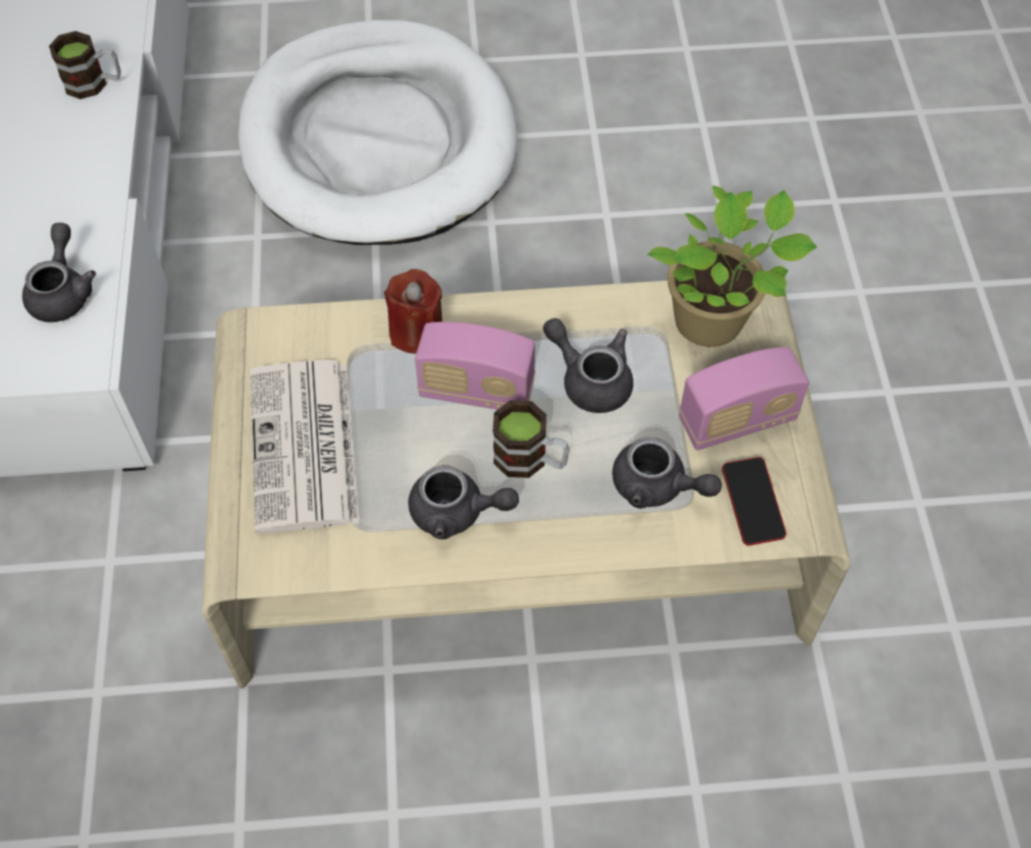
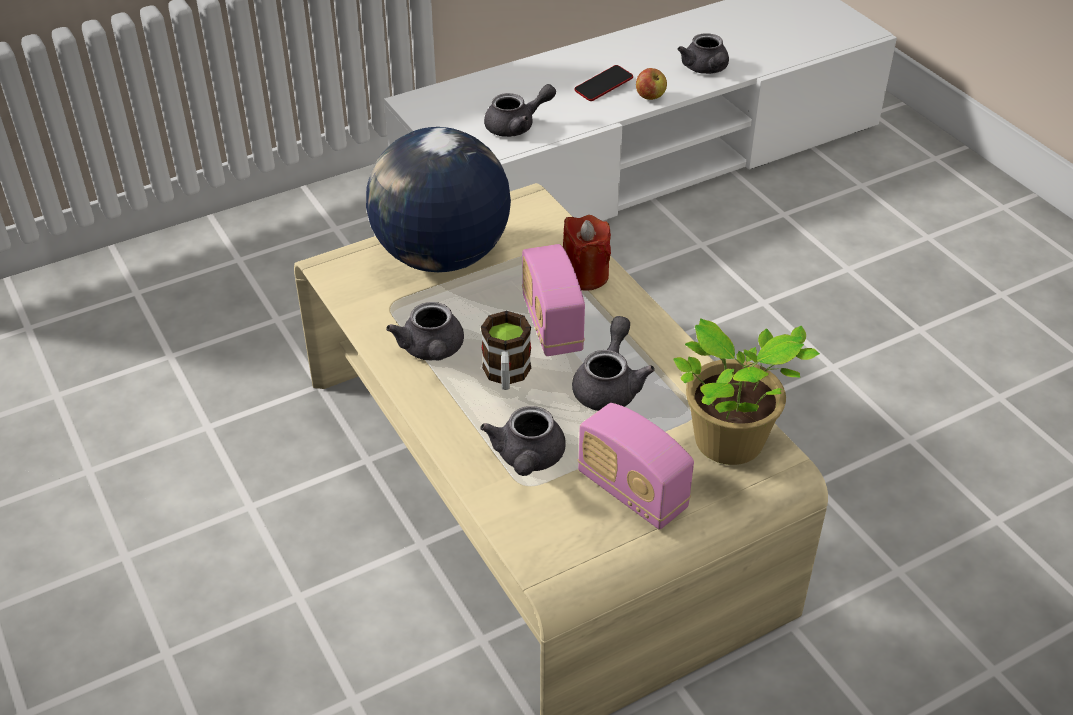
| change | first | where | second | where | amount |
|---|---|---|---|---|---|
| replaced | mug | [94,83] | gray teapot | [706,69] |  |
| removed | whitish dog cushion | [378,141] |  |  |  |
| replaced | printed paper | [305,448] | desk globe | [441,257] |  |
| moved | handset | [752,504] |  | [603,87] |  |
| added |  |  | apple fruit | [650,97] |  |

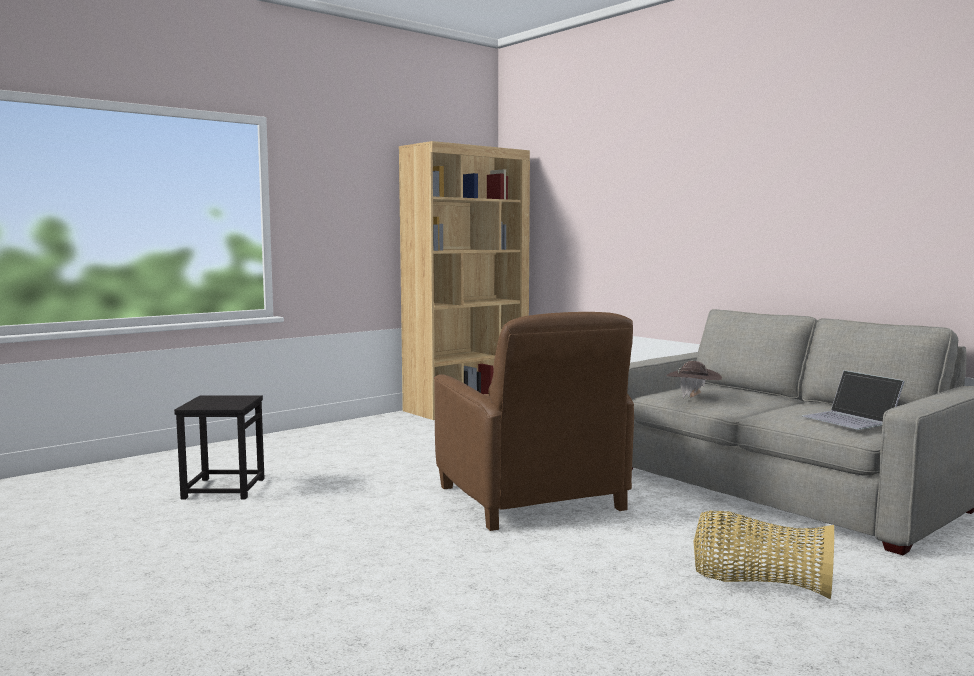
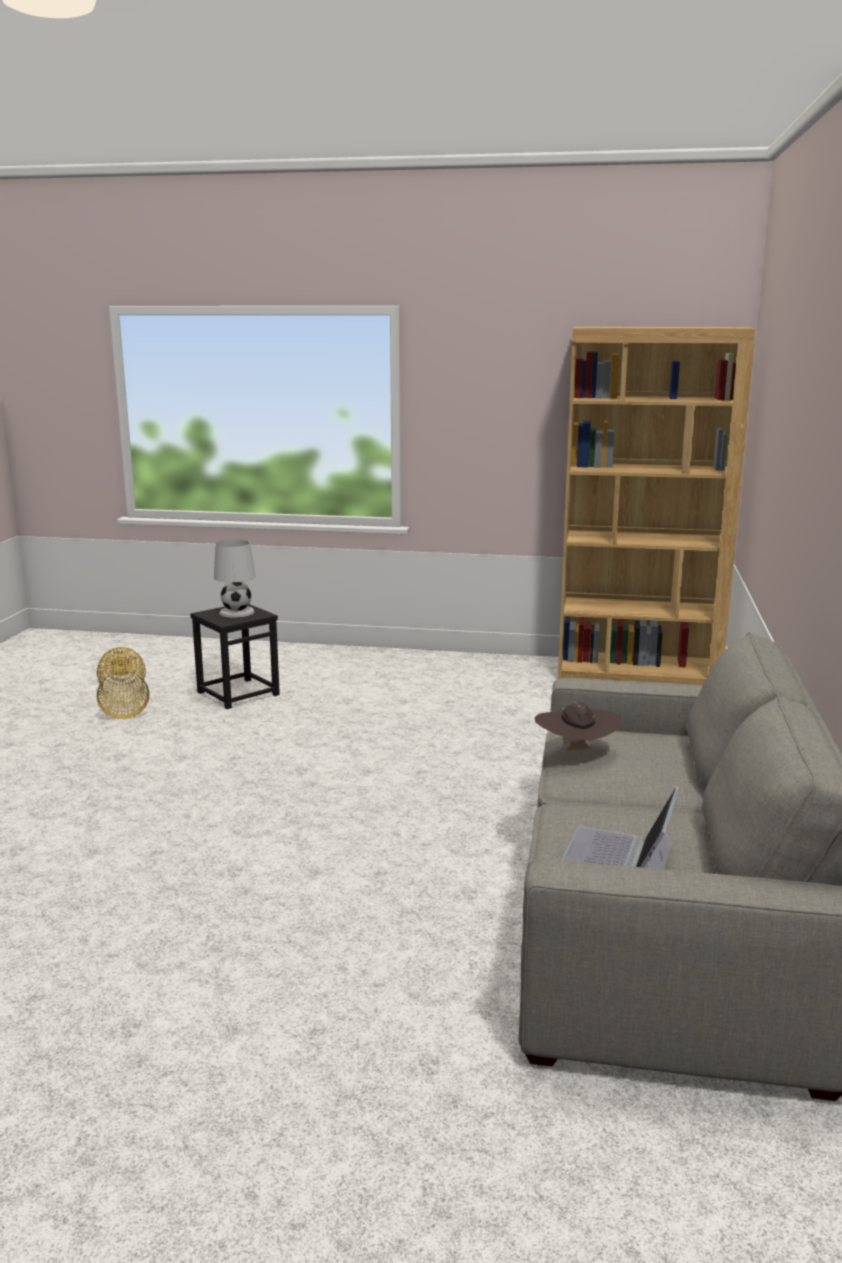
| change | first | where | second | where | amount |
|---|---|---|---|---|---|
| removed | brownish lounge chair | [531,499] |  |  |  |
| moved | basket | [759,584] |  | [124,702] |  |
| added |  |  | whitish table lamp | [236,612] |  |

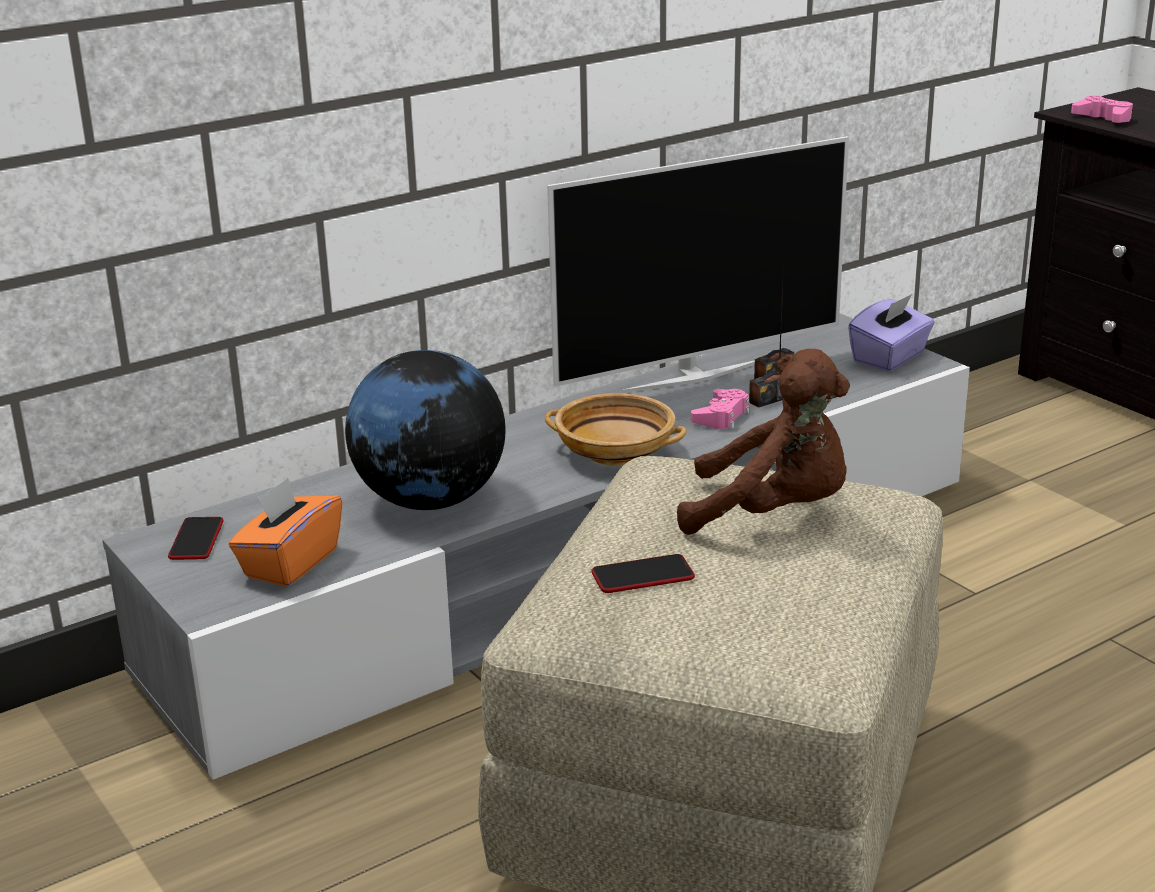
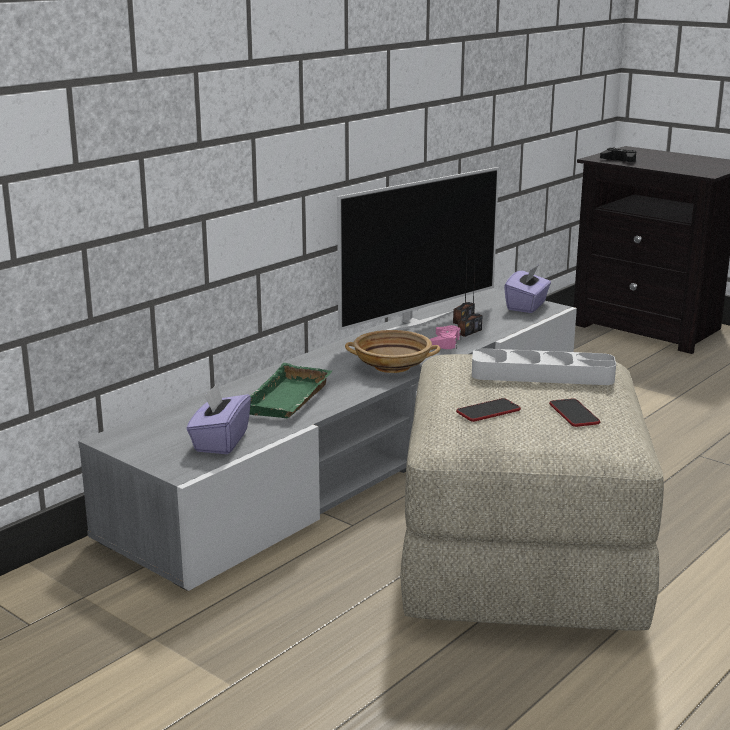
| change | first | where | second | where | amount |
|---|---|---|---|---|---|
| moved | handset | [196,540] |  | [574,414] |  |
| recoloured | orangey tissue box | [290,563] | purplish tissue box | [220,441] |  |
| replaced | desk globe | [430,500] | greenish tray | [290,400] |  |
| replaced | brownish cuddly toy | [773,514] | gray tray | [542,375] |  |
| recoloured | pink-coloured game controller | [1103,118] | blackish game controller | [619,160] |  |

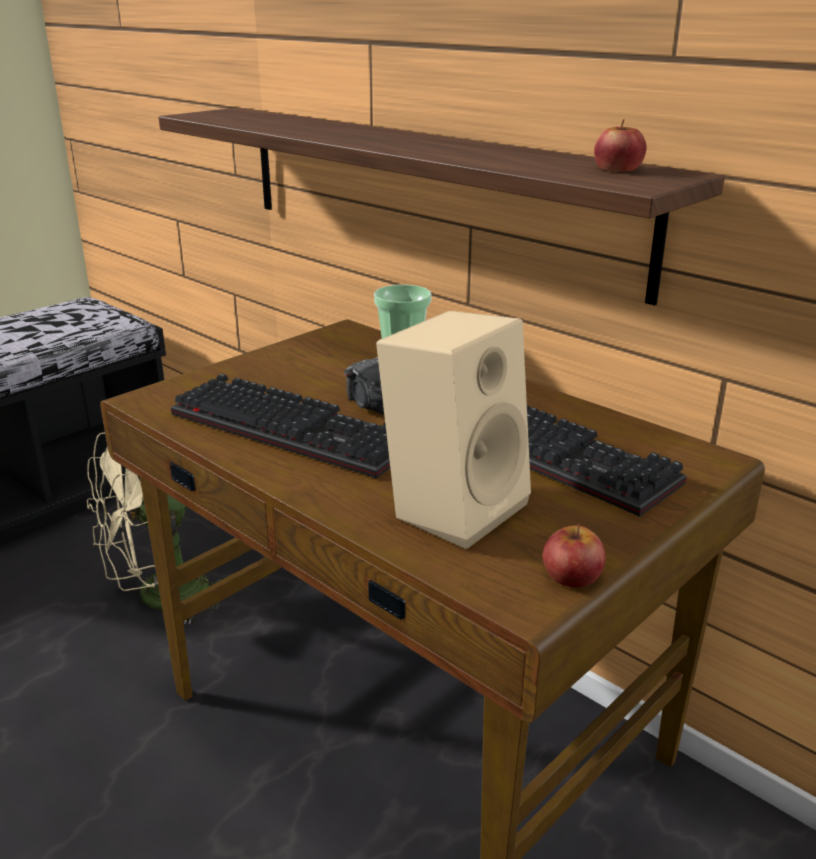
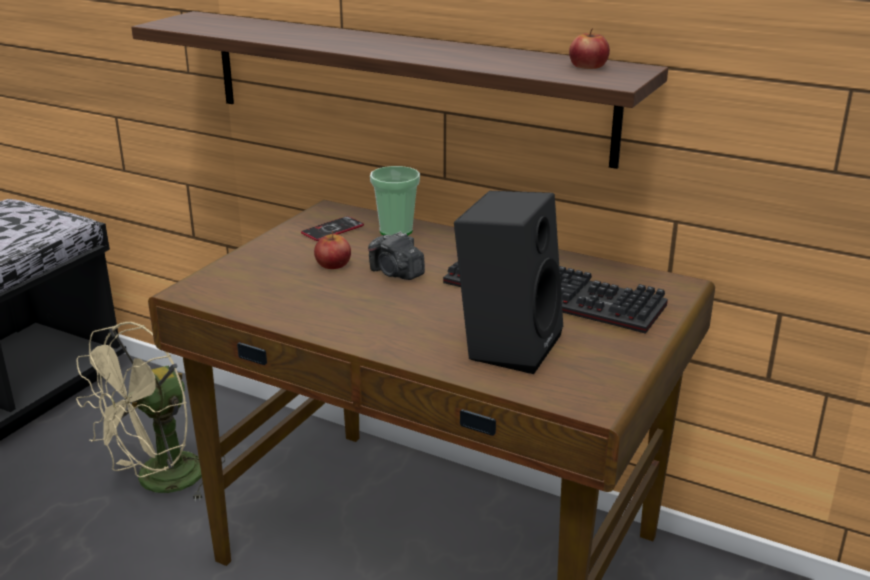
| change | first | where | second | where | amount |
|---|---|---|---|---|---|
| removed | computer keyboard | [298,429] |  |  |  |
| recoloured | beige speaker | [454,506] | blackish speaker | [507,344] |  |
| moved | apple fruit | [572,575] |  | [333,264] |  |
| added |  |  | handset | [332,230] |  |

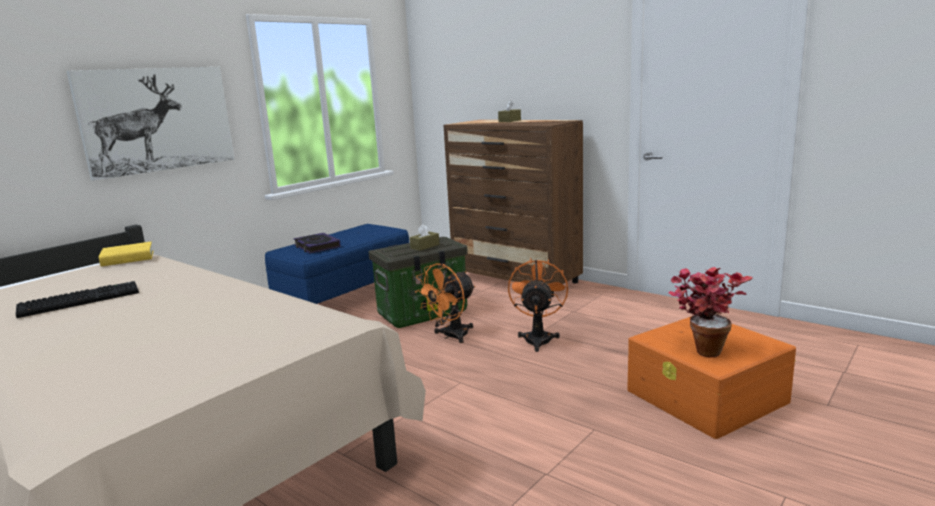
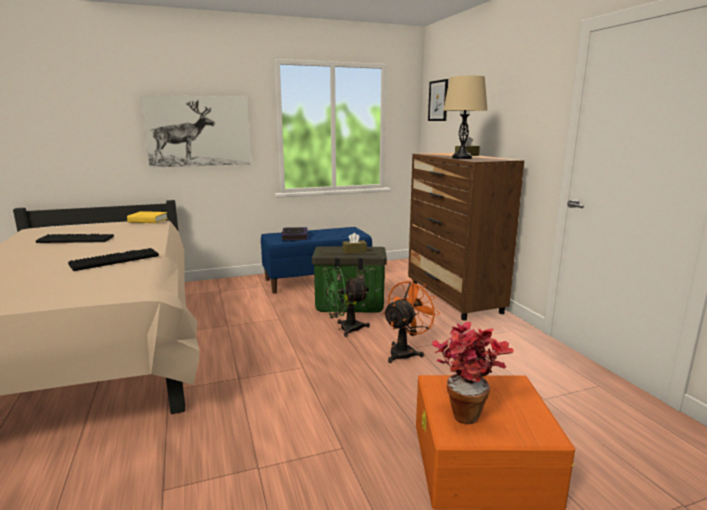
| change | first | where | second | where | amount |
|---|---|---|---|---|---|
| recoloured | orangey cooling fan | [450,336] | greenish cooling fan | [344,329] |  |
| added |  |  | computer keyboard | [115,260] |  |
| added |  |  | wall art | [438,100] |  |
| added |  |  | beige table lamp | [462,158] |  |

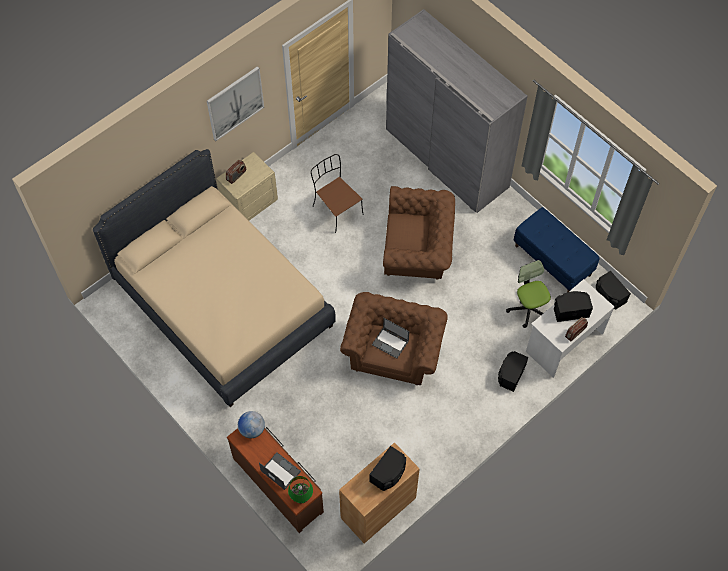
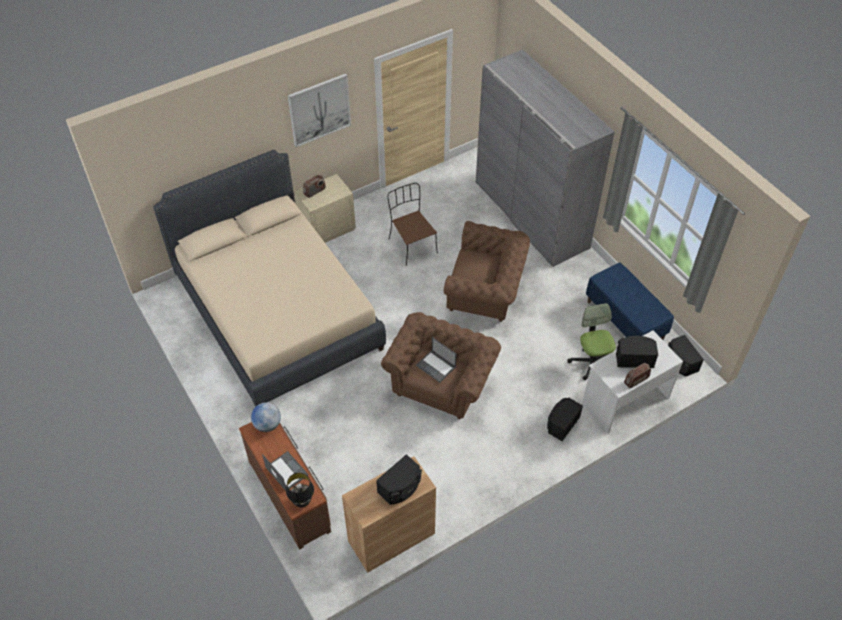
| change | first | where | second | where | amount |
|---|---|---|---|---|---|
| recoloured | greenish table lamp | [301,497] | blackish table lamp | [302,502] |  |

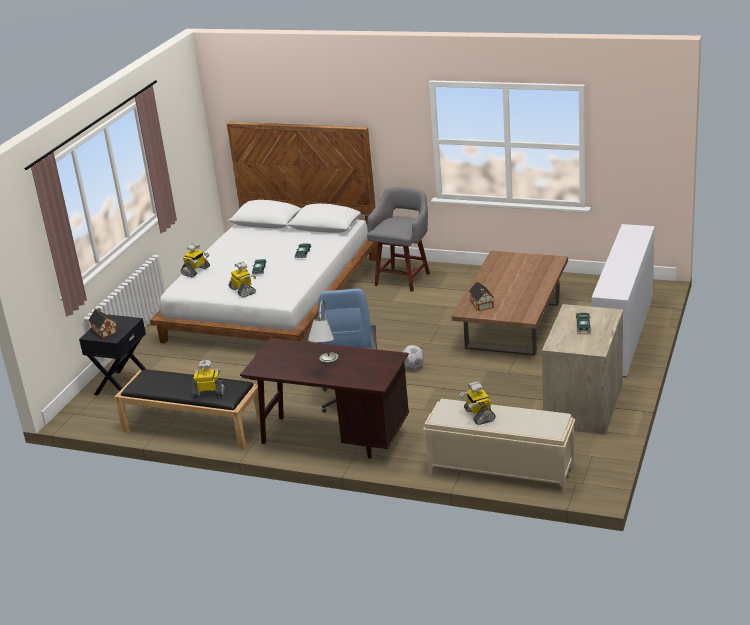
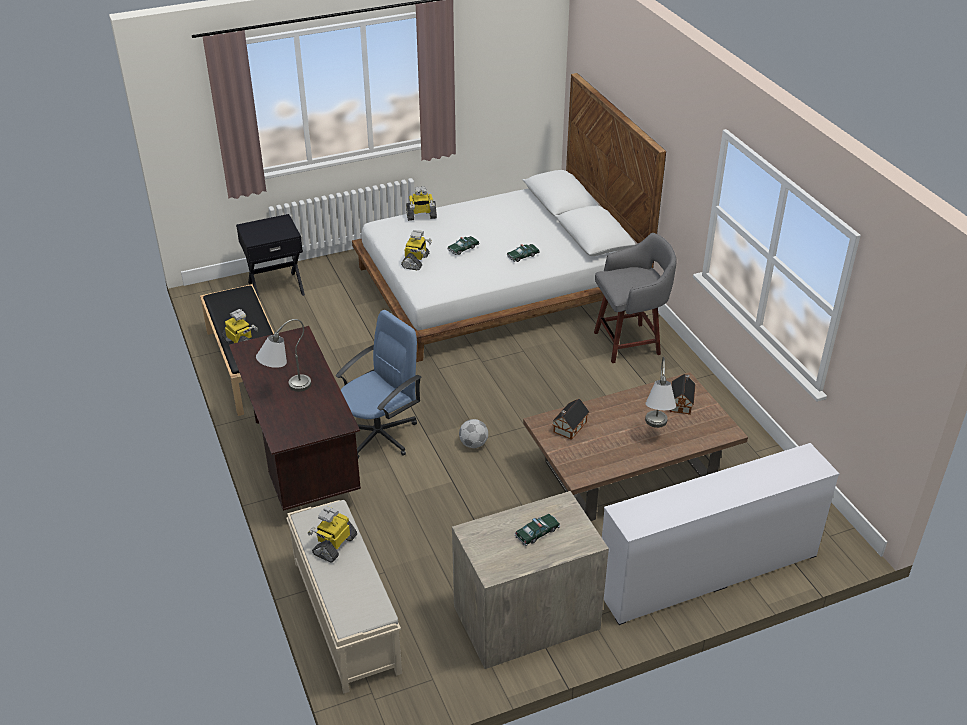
| change | first | where | second | where | amount |
|---|---|---|---|---|---|
| moved | toy house | [104,330] |  | [681,402] |  |
| added |  |  | gray table lamp | [656,430] |  |

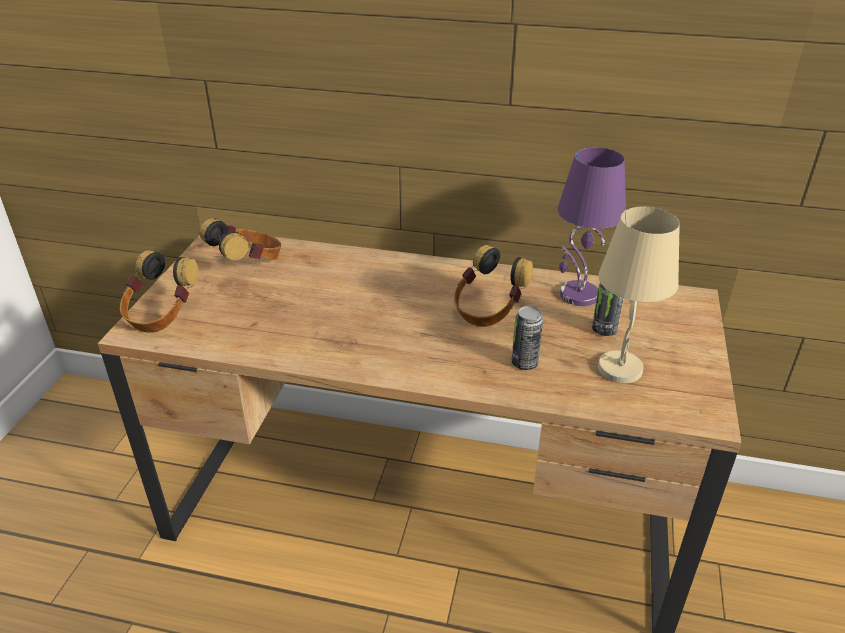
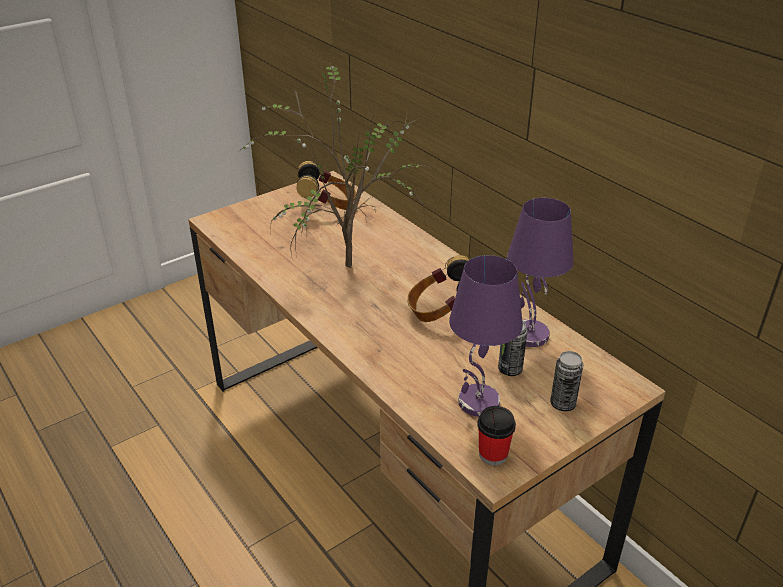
| change | first | where | second | where | amount |
|---|---|---|---|---|---|
| removed | headphones | [161,315] |  |  |  |
| moved | metal can | [524,363] |  | [562,404] |  |
| recoloured | beige table lamp | [620,370] | purplish table lamp | [478,403] |  |
| added |  |  | potted plant | [344,264] |  |
| added |  |  | drinking cup | [493,454] |  |

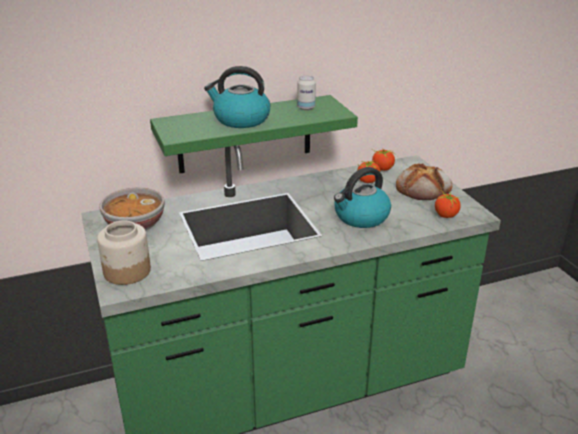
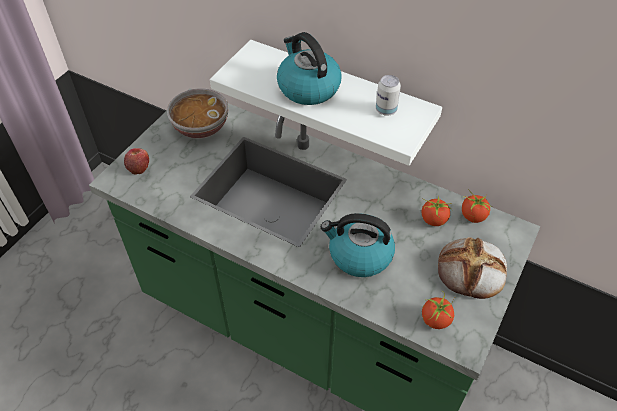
| change | first | where | second | where | amount |
|---|---|---|---|---|---|
| replaced | jar | [127,271] | apple fruit | [139,167] |  |
| recoloured | greenish bracket shelf | [245,134] | whitish bracket shelf | [340,98] |  |

